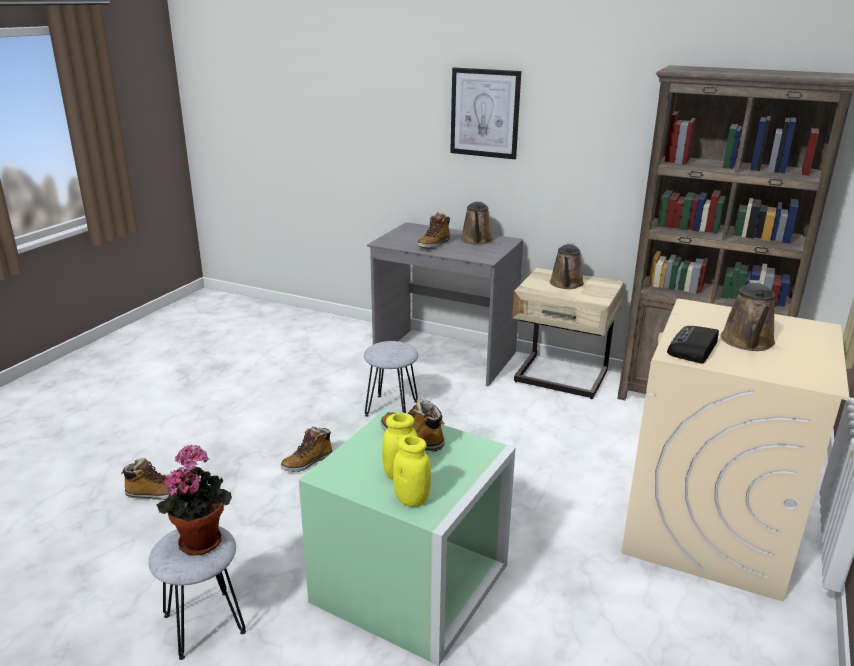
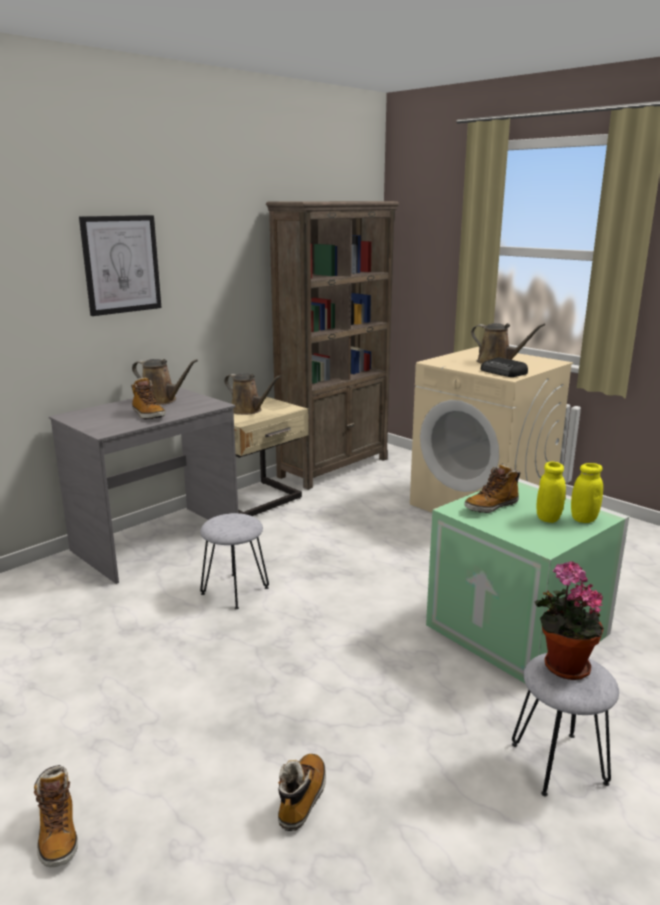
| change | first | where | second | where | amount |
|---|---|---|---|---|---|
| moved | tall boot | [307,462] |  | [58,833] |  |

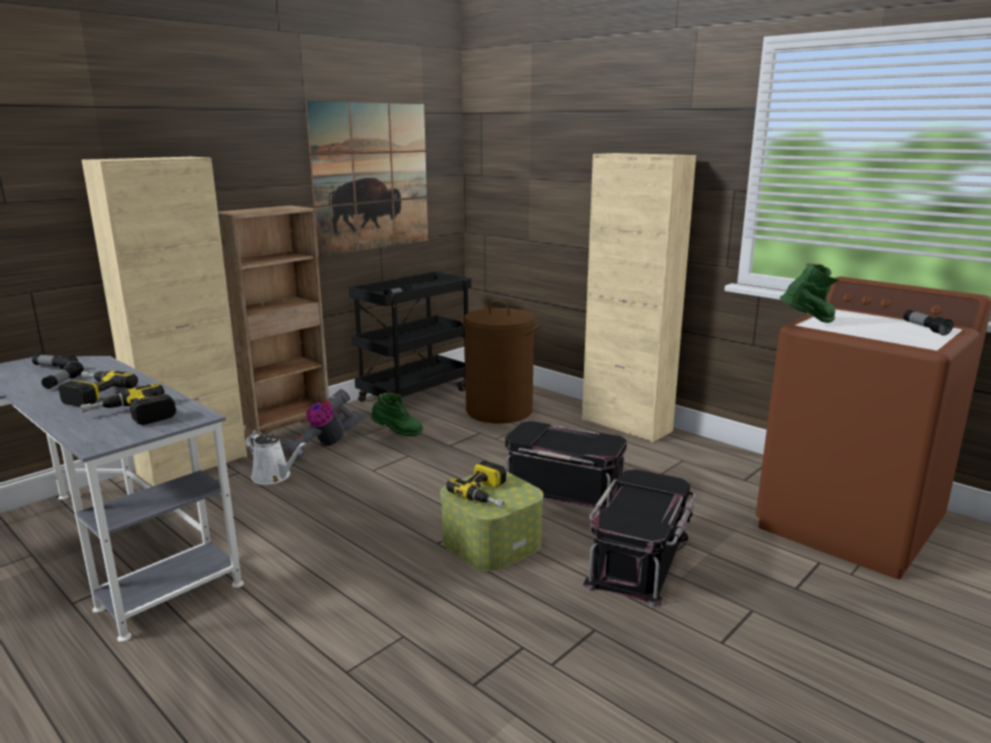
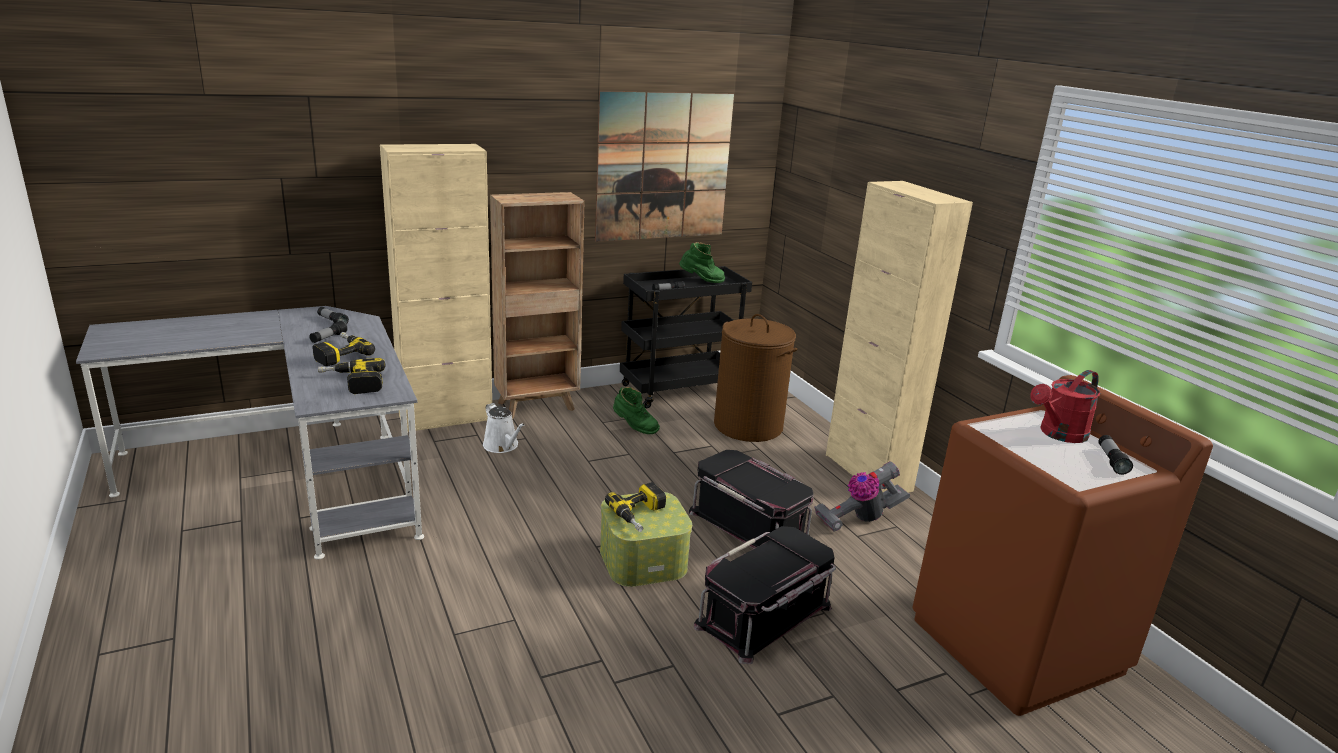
| change | first | where | second | where | amount |
|---|---|---|---|---|---|
| moved | hoover | [324,445] |  | [859,518] |  |
| moved | greenish tall boot | [808,323] |  | [701,281] |  |
| added |  |  | red-coloured watering pot | [1058,434] |  |

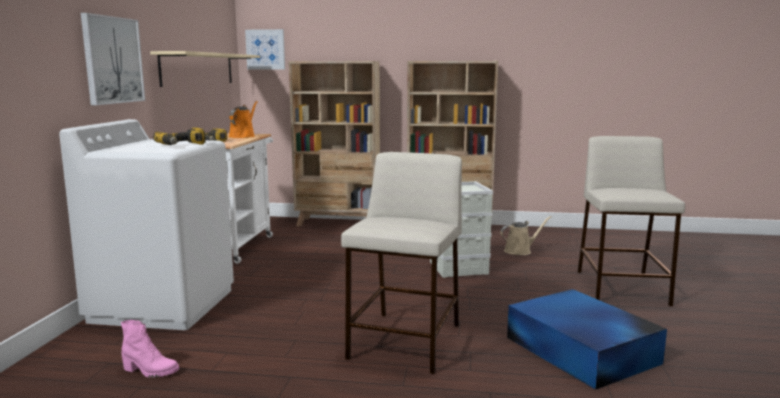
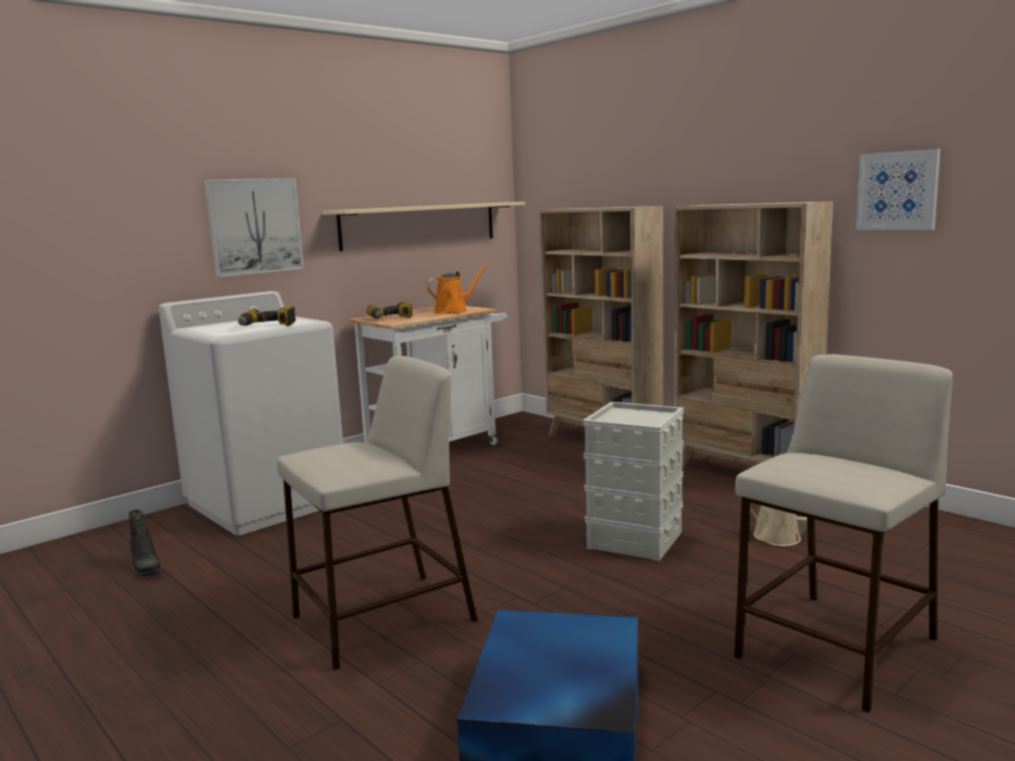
| change | first | where | second | where | amount |
|---|---|---|---|---|---|
| recoloured | pink-coloured tall boot | [150,371] | blackish tall boot | [145,568] |  |
| moved | wall art | [265,49] |  | [897,190] |  |

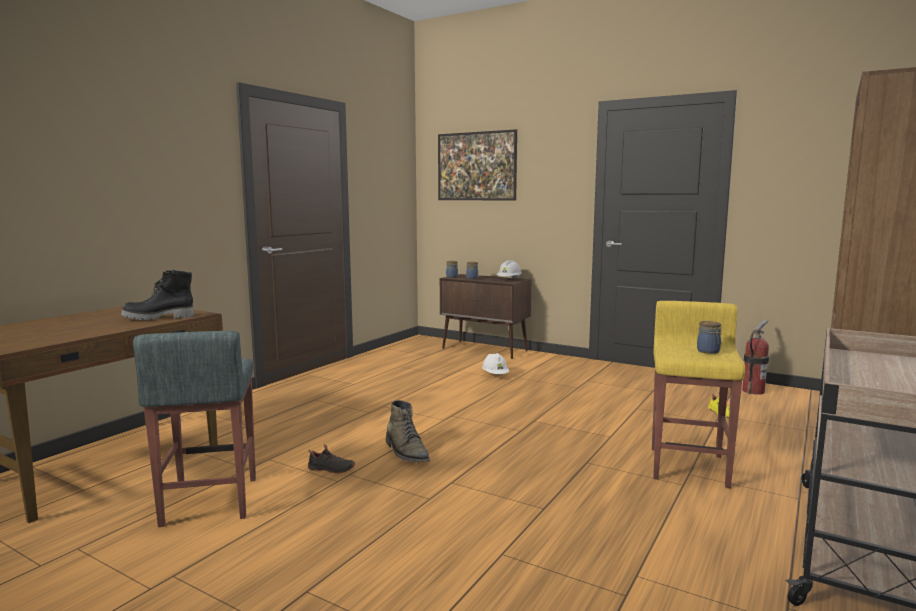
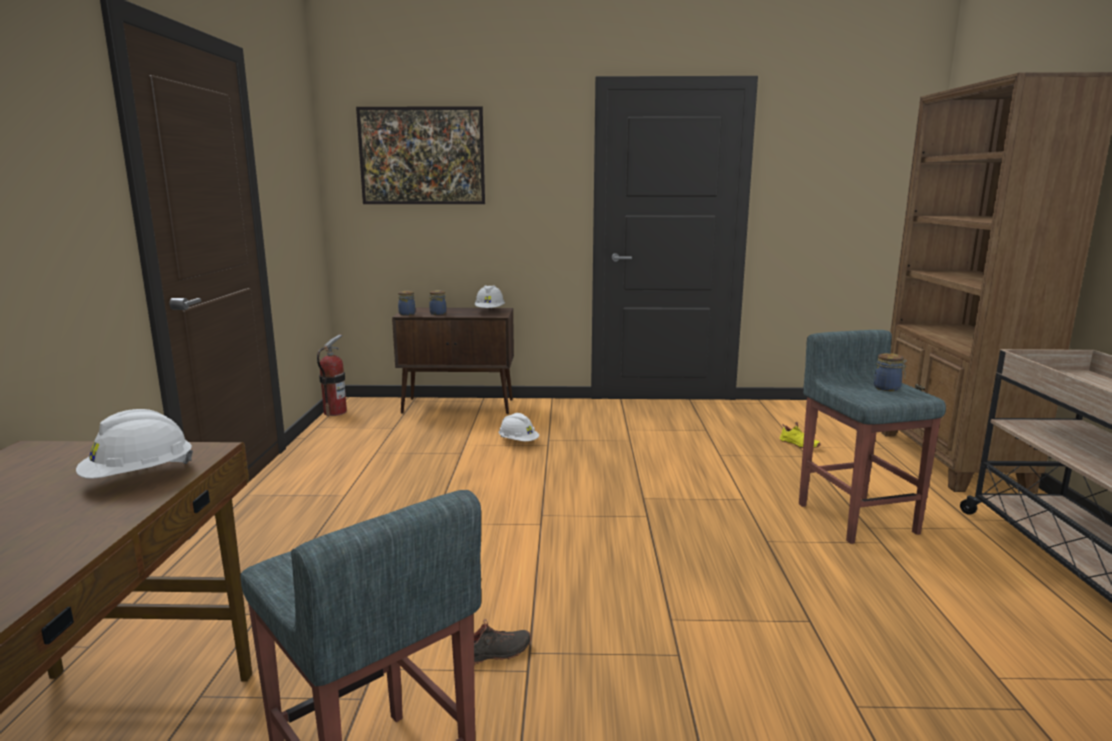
| change | first | where | second | where | amount |
|---|---|---|---|---|---|
| replaced | blackish tall boot | [158,318] | whitish safety helmet | [139,477] |  |
| removed | greenish tall boot | [406,452] |  |  |  |
| recoloured | yellowish stool | [688,466] | gray stool | [856,517] |  |
| moved | fire-fighting cylinder | [753,391] |  | [335,412] |  |

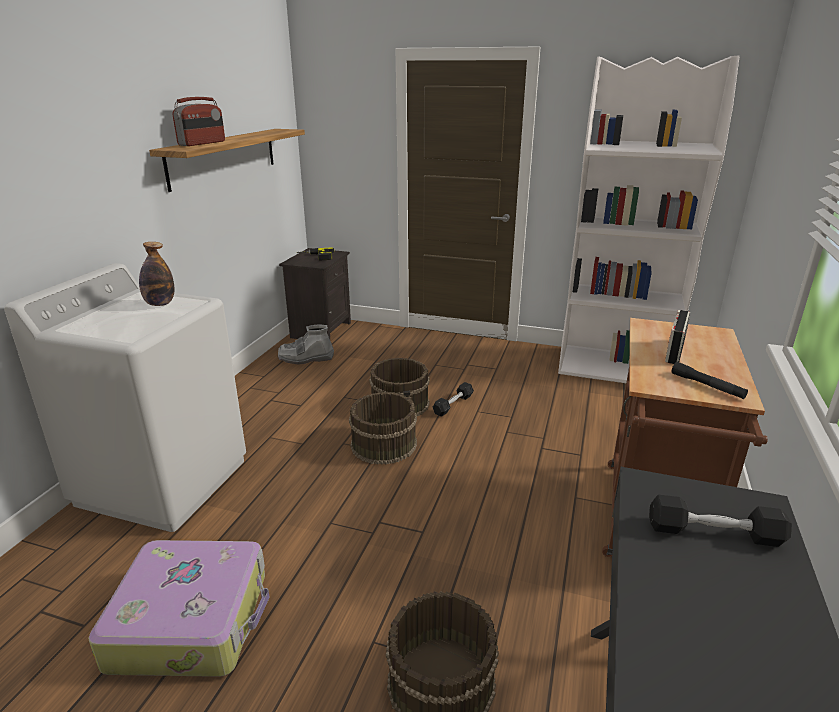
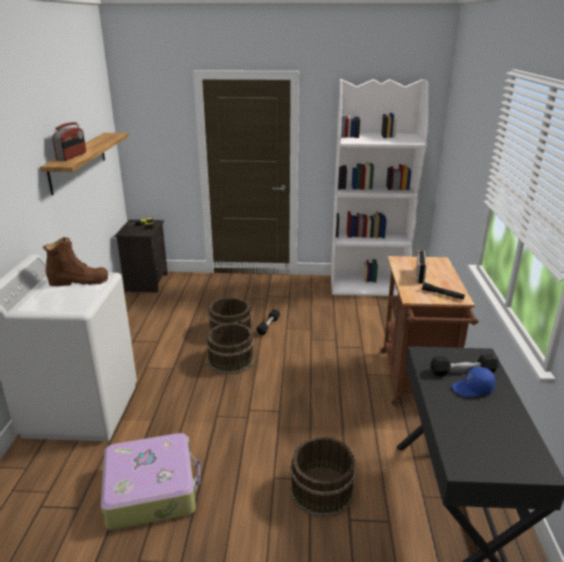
| change | first | where | second | where | amount |
|---|---|---|---|---|---|
| replaced | bottle | [160,304] | brownish tall boot | [79,281] |  |
| removed | gray tall boot | [306,358] |  |  |  |
| added |  |  | blue-coloured peaked cap | [472,389] |  |

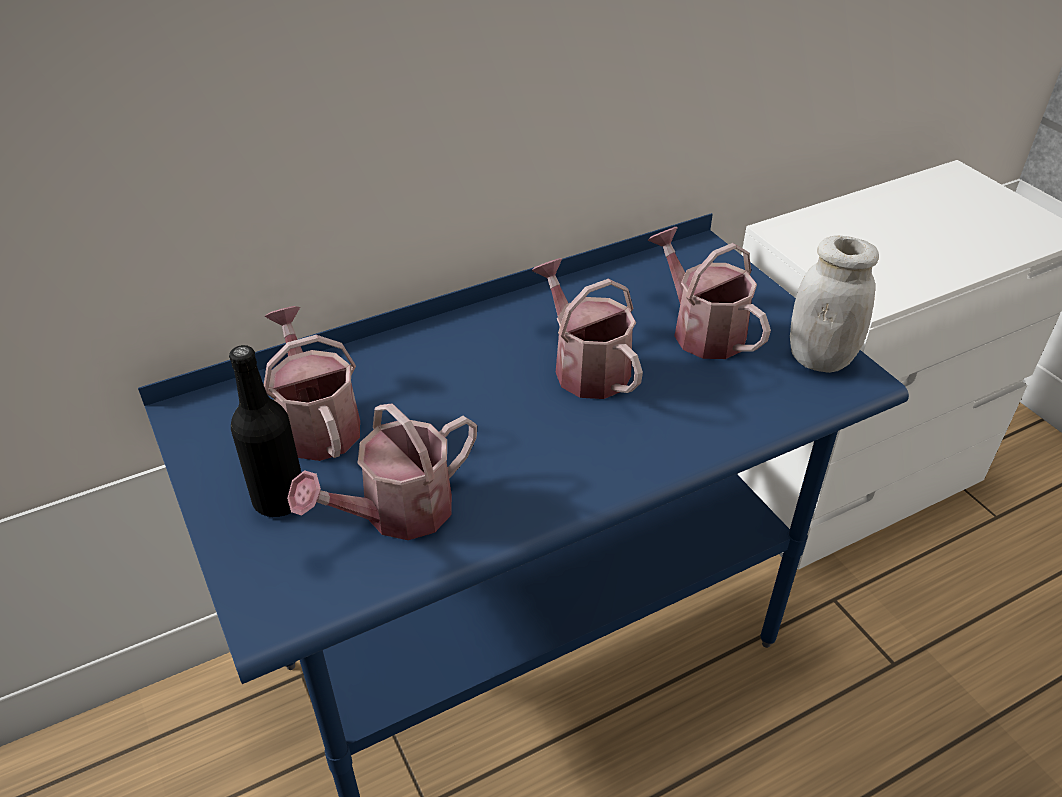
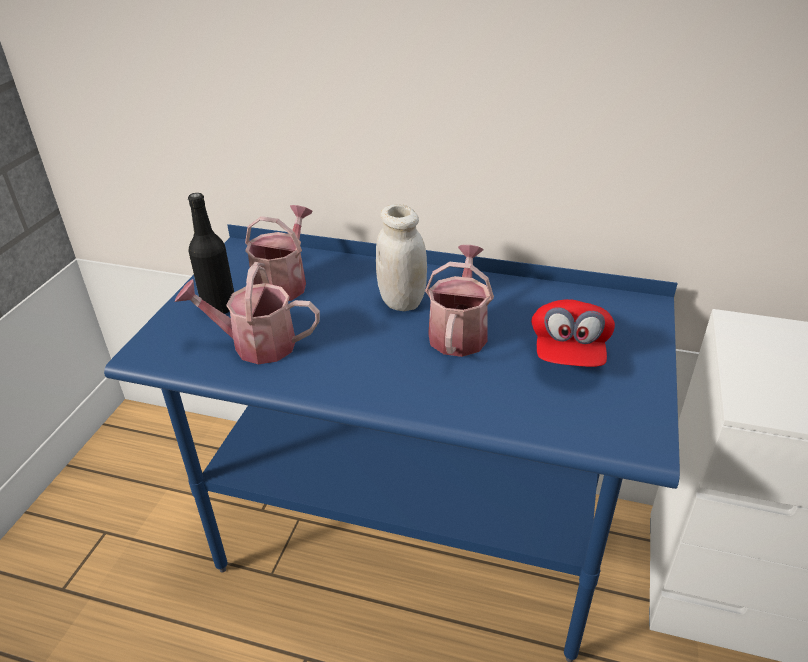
| change | first | where | second | where | amount |
|---|---|---|---|---|---|
| replaced | watering pot | [702,330] | red-coloured peaked cap | [568,352] |  |
| moved | whitish jar | [819,359] |  | [402,301] |  |

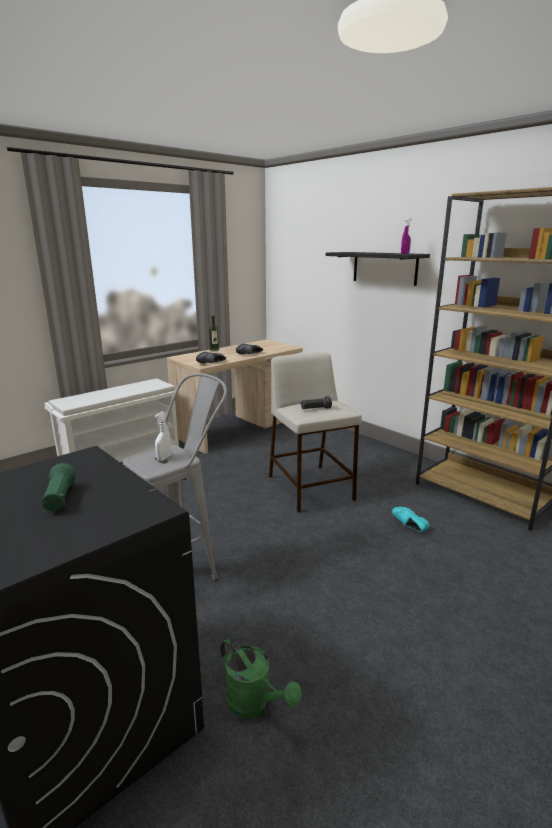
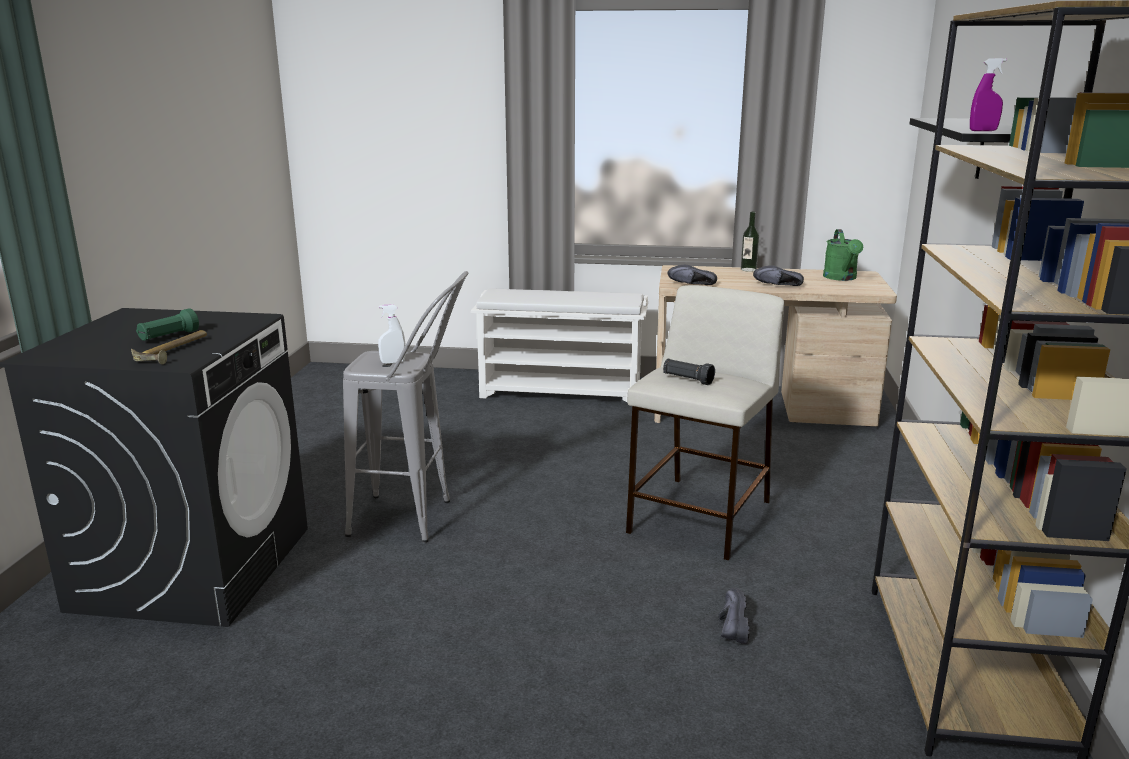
| change | first | where | second | where | amount |
|---|---|---|---|---|---|
| moved | greenish watering pot | [255,703] |  | [841,278] |  |
| recoloured | turquoise shoe | [408,526] | blackish shoe | [729,625] |  |
| added |  |  | hammer | [175,351] |  |

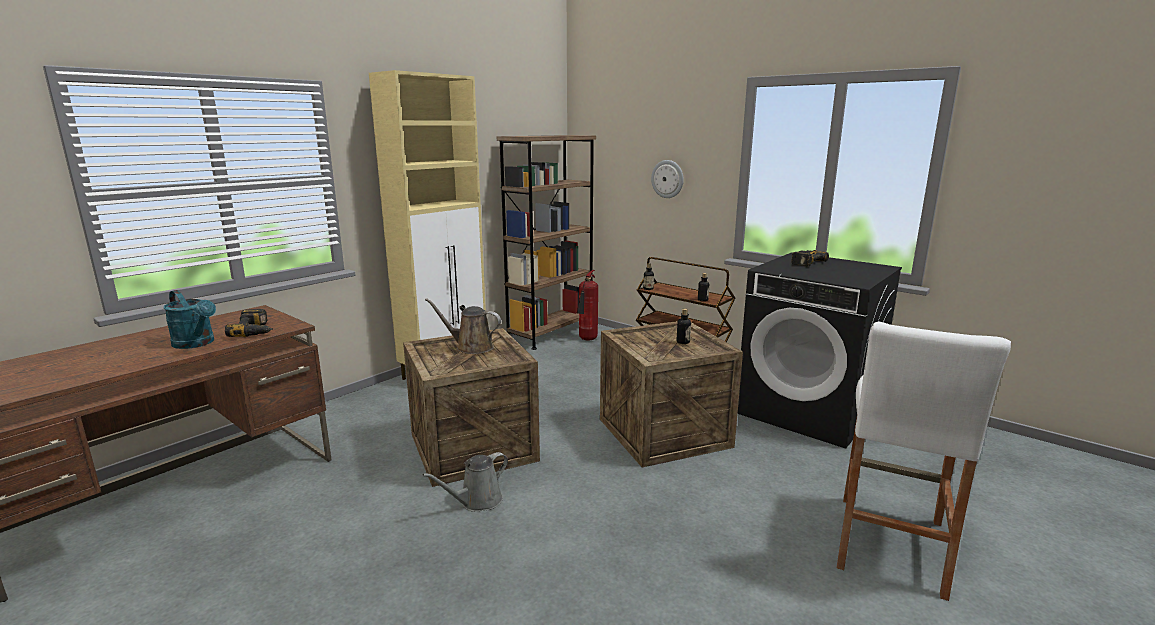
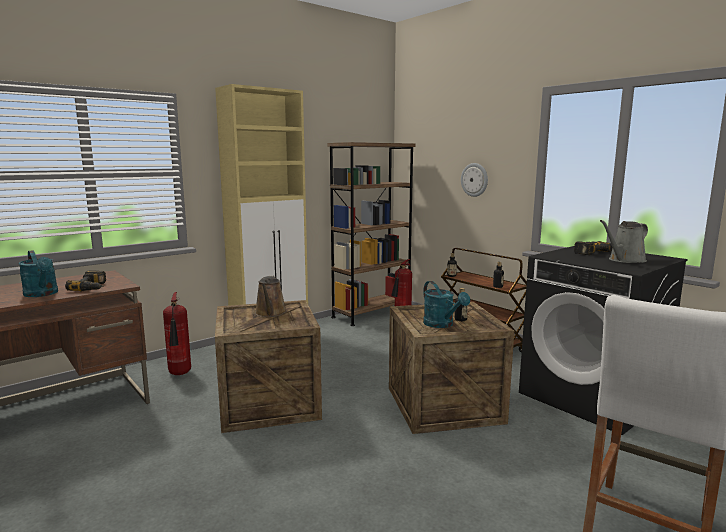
| change | first | where | second | where | amount |
|---|---|---|---|---|---|
| moved | gray watering pot | [477,501] |  | [624,260] |  |
| turned | brownish watering pot | [471,347] |  | [270,313] | 120 degrees counterclockwise |
| added |  |  | fire-fighting cylinder | [180,374] |  |
| added |  |  | turquoise watering pot | [442,325] |  |

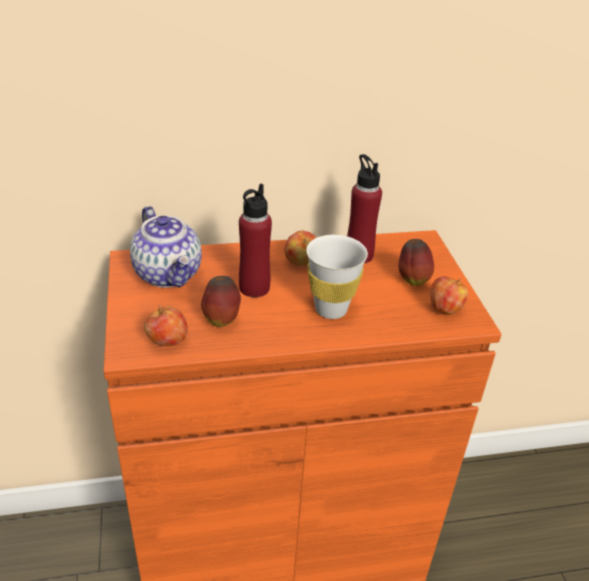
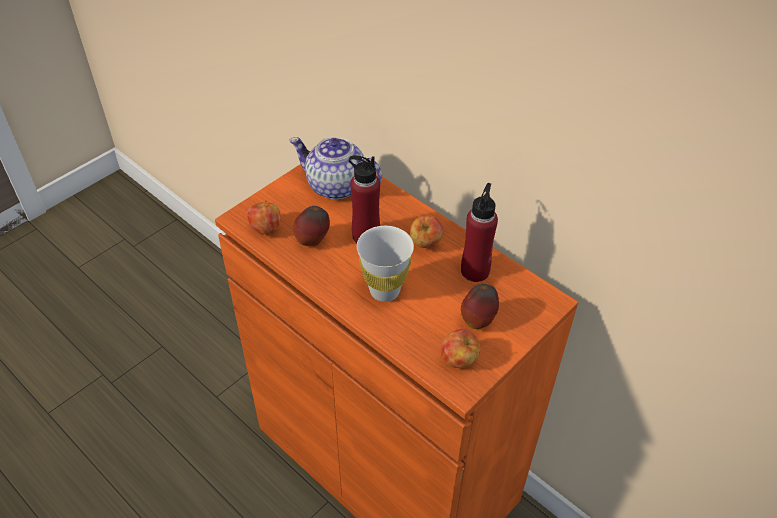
| change | first | where | second | where | amount |
|---|---|---|---|---|---|
| turned | teapot | [169,274] |  | [335,186] | 90 degrees clockwise |

